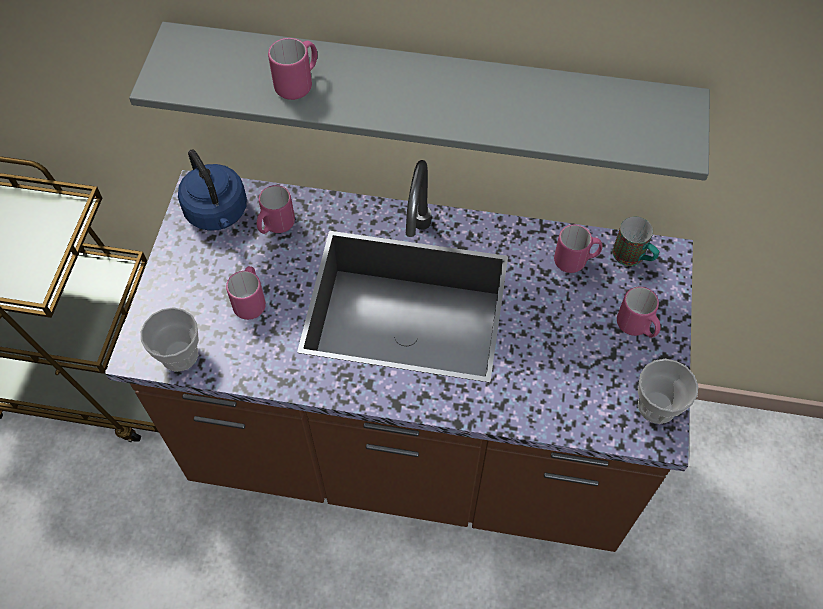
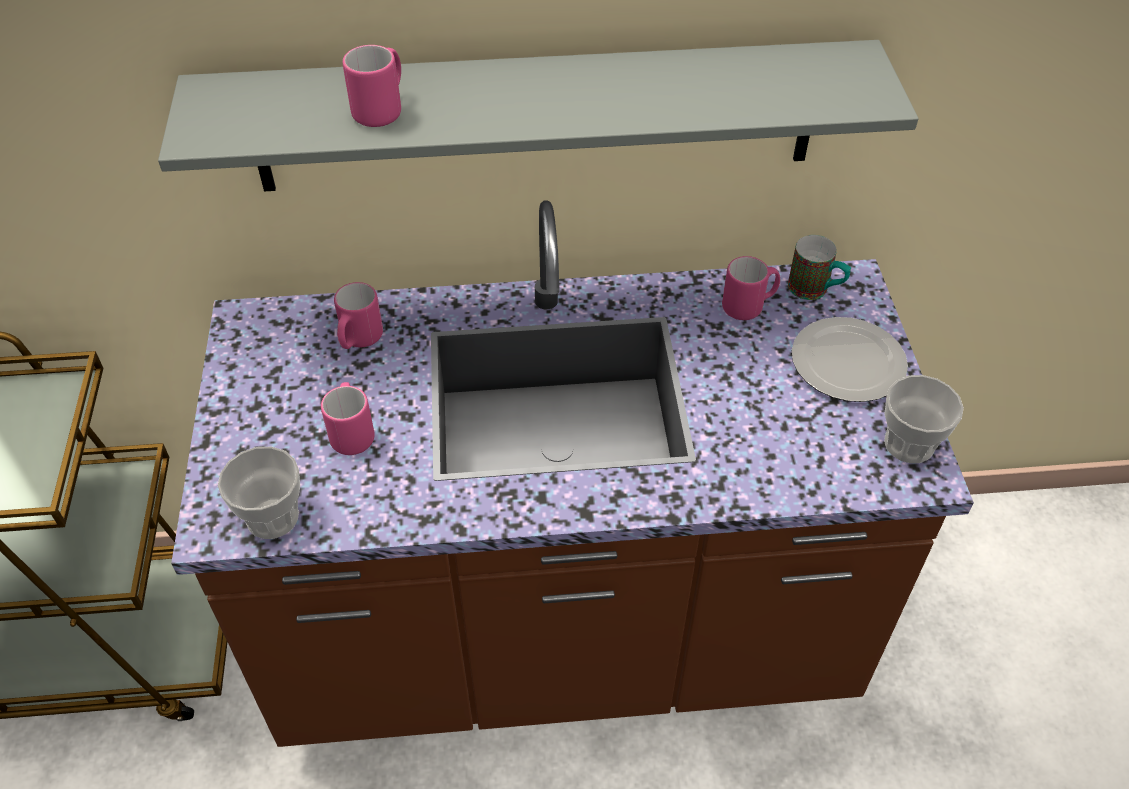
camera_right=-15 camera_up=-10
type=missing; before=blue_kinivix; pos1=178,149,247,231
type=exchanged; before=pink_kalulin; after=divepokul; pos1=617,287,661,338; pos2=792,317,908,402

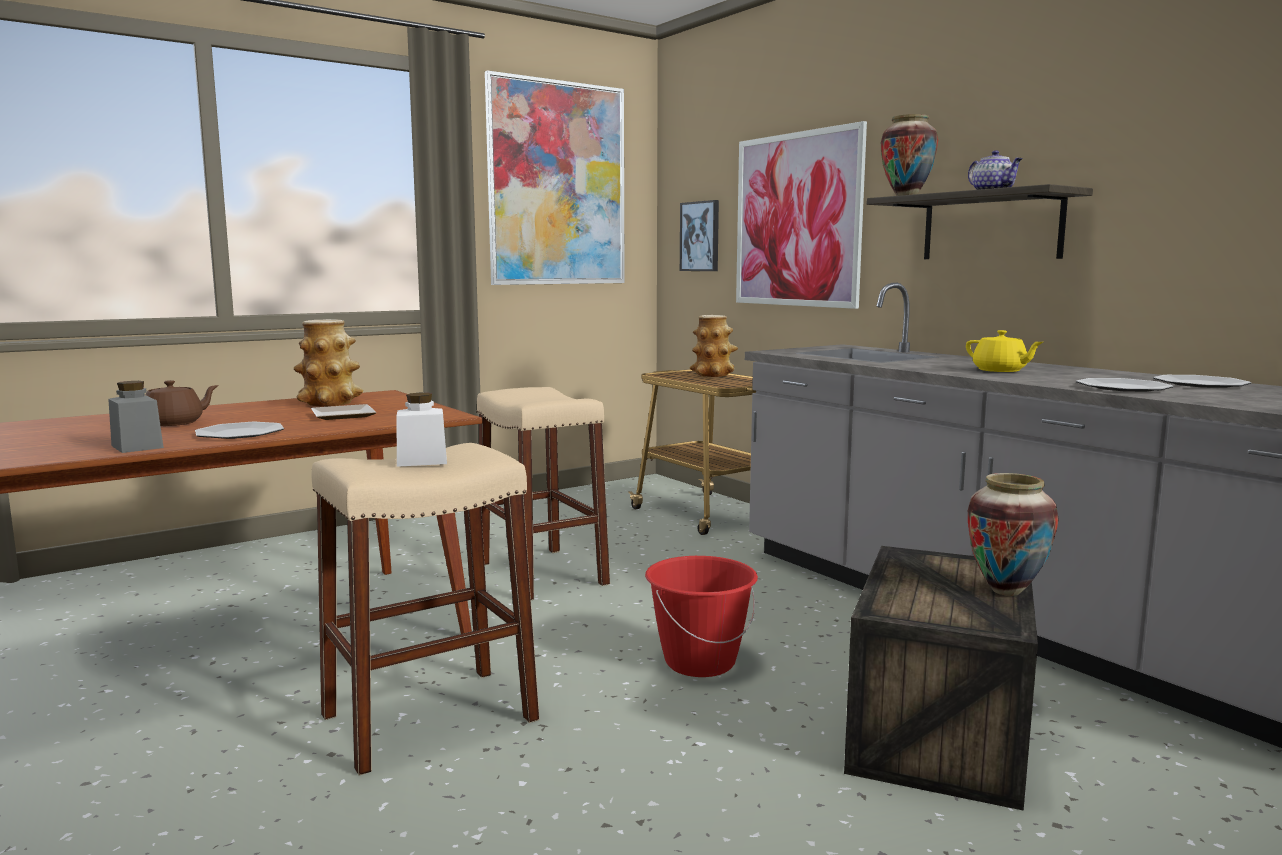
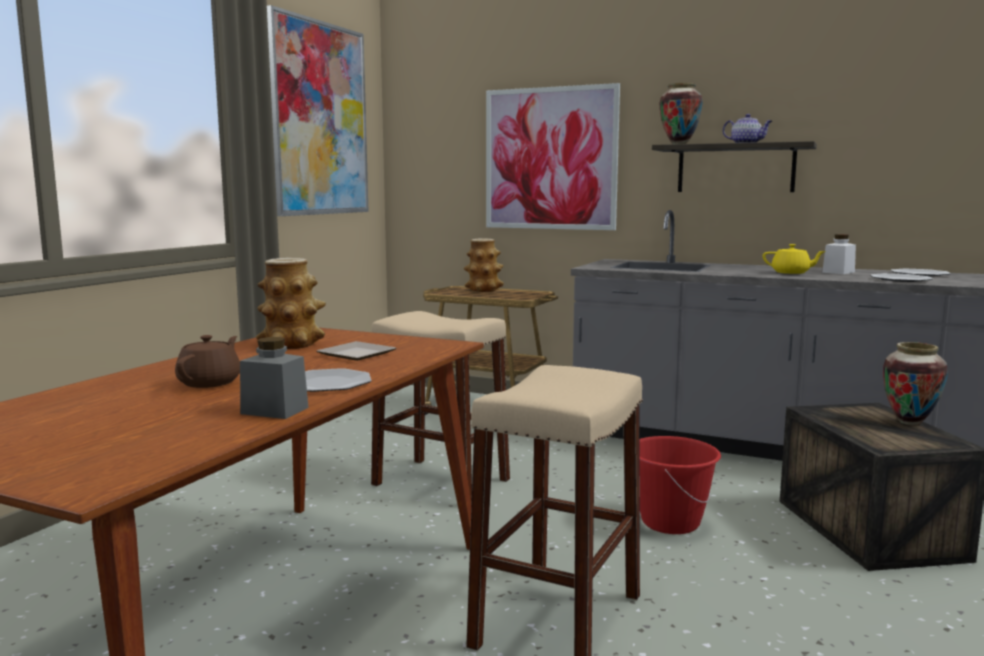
camera_right=-30 camera_up=0
type=missing; before=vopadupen; pos1=680,200,719,271
type=relocated; before=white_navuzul; pos1=396,393,447,467; pos2=822,234,856,274

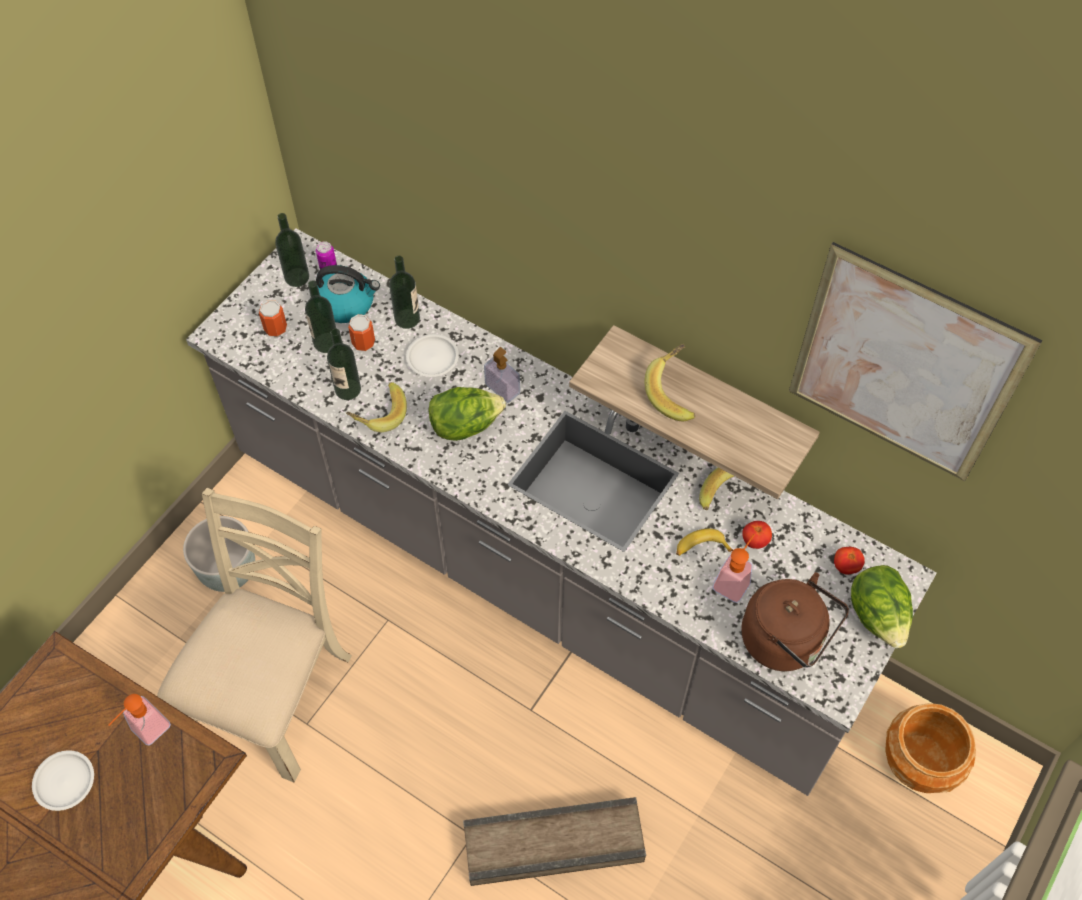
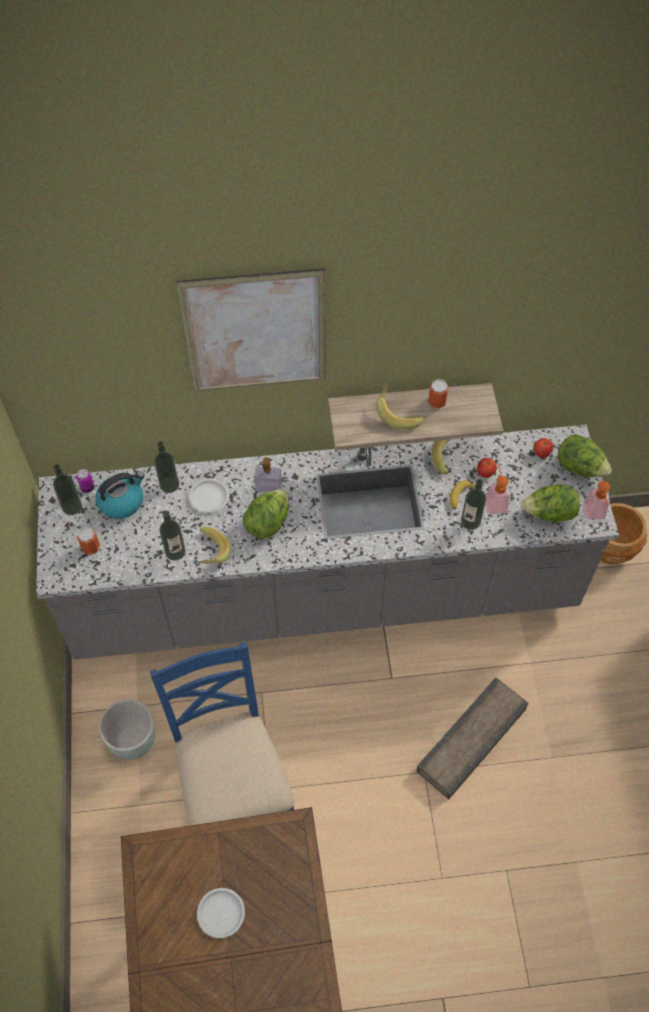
camera_right=-40 camera_up=0
type=relocated; before=vopadupen; pos1=789,242,1042,481; pos2=176,268,326,392
type=relocated; before=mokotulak; pos1=305,280,337,353; pos2=461,479,486,530
type=relocated; before=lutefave; pos1=348,314,375,351; pos2=428,379,449,409
type=colour; before=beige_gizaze; after=blue_gizaze; pos1=157,488,352,782; pos2=150,642,294,826
type=exchanged; before=brown_kinivix; after=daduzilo; pos1=741,572,849,671; pos2=521,484,580,522
type=relocated; before=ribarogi; pos1=109,694,171,746; pos2=583,481,610,519

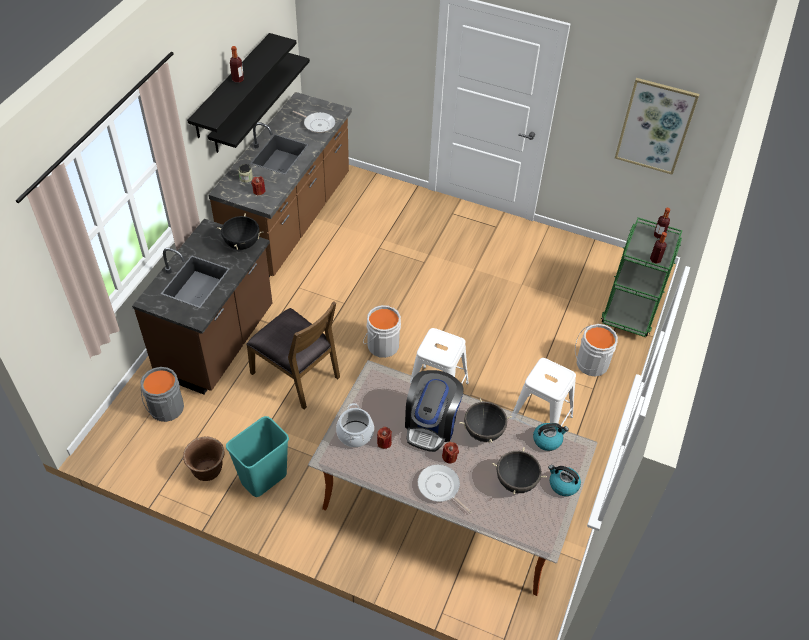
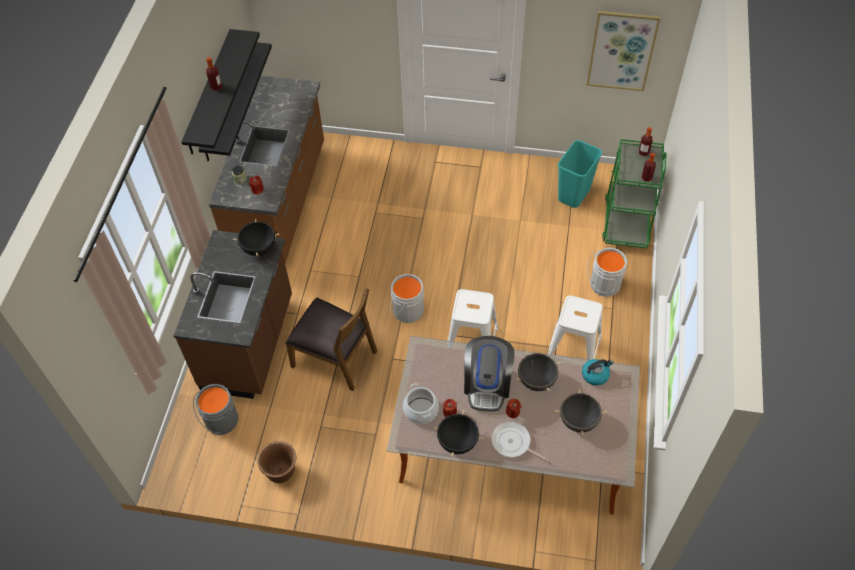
camera_right=-10 camera_up=5
type=missing; before=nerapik; pos1=293,111,335,133
type=relocated; before=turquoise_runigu; pos1=226,416,289,497; pos2=558,140,602,208
type=missing; before=kinivix; pos1=548,465,581,496
type=appeared; after=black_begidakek; pos2=433,410,483,456

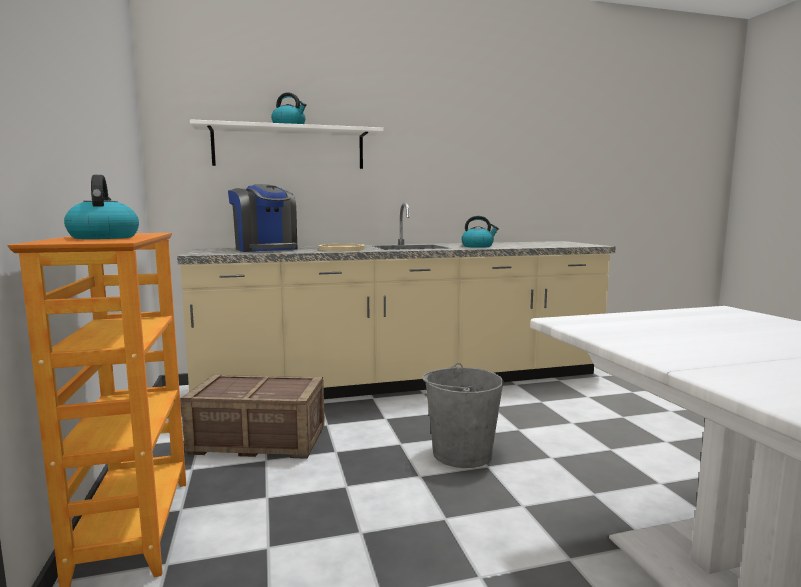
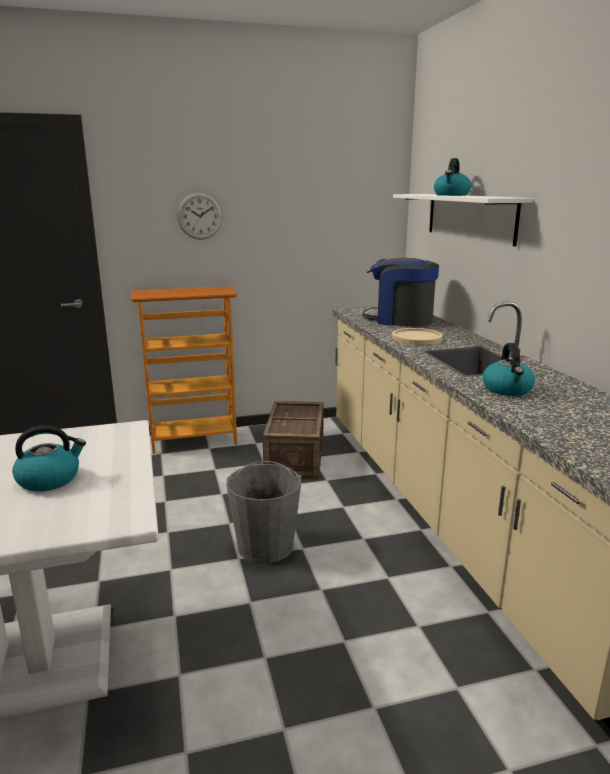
camera_right=90 camera_up=10
type=relocated; before=kinivix; pos1=64,175,139,239; pos2=12,425,86,491
type=spun; before=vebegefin; pos1=228,184,297,252; pos2=362,258,439,327; turn=60
type=appeared; after=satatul; pos2=177,192,223,240

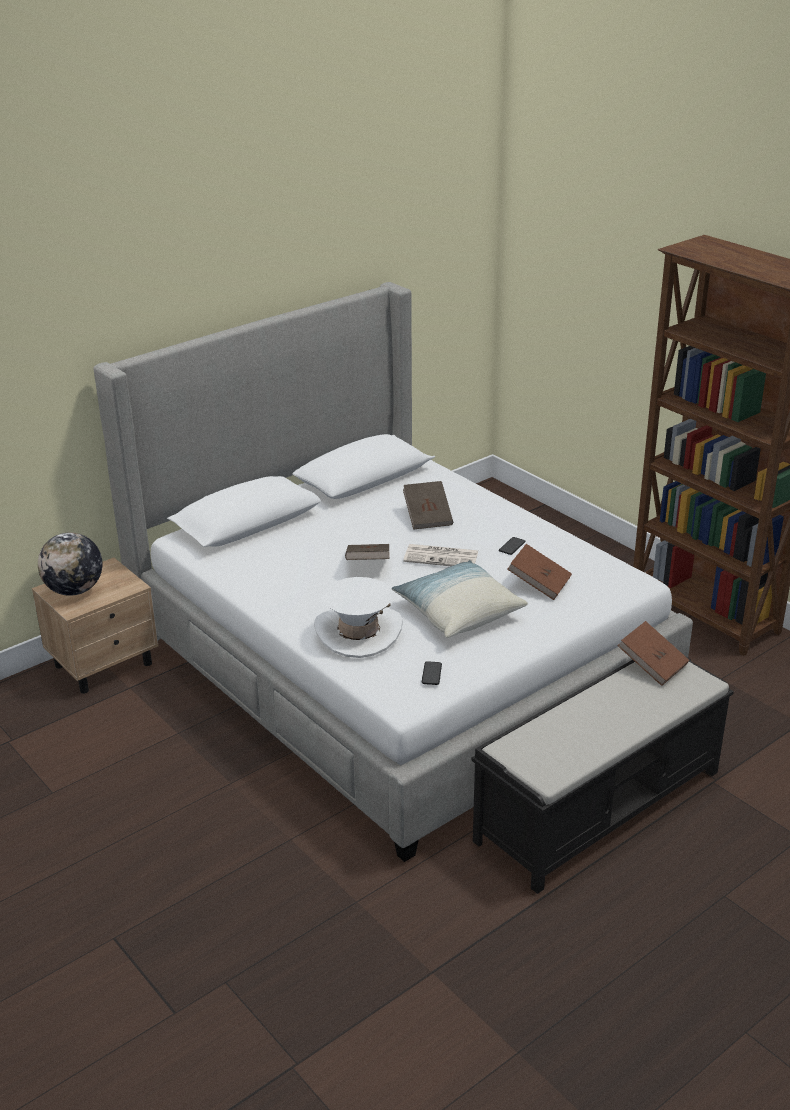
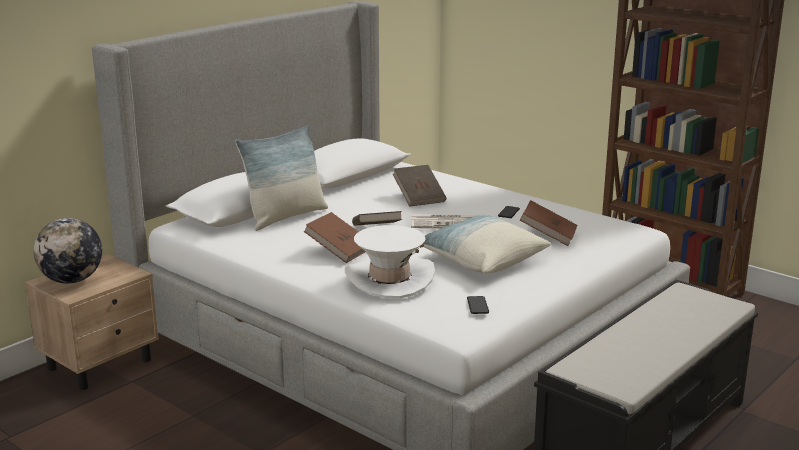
camera_right=-10 camera_up=-10
type=relocated; before=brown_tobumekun; pos1=618,621,689,686; pos2=303,212,365,263
type=appeared; after=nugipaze; pos2=235,125,328,231

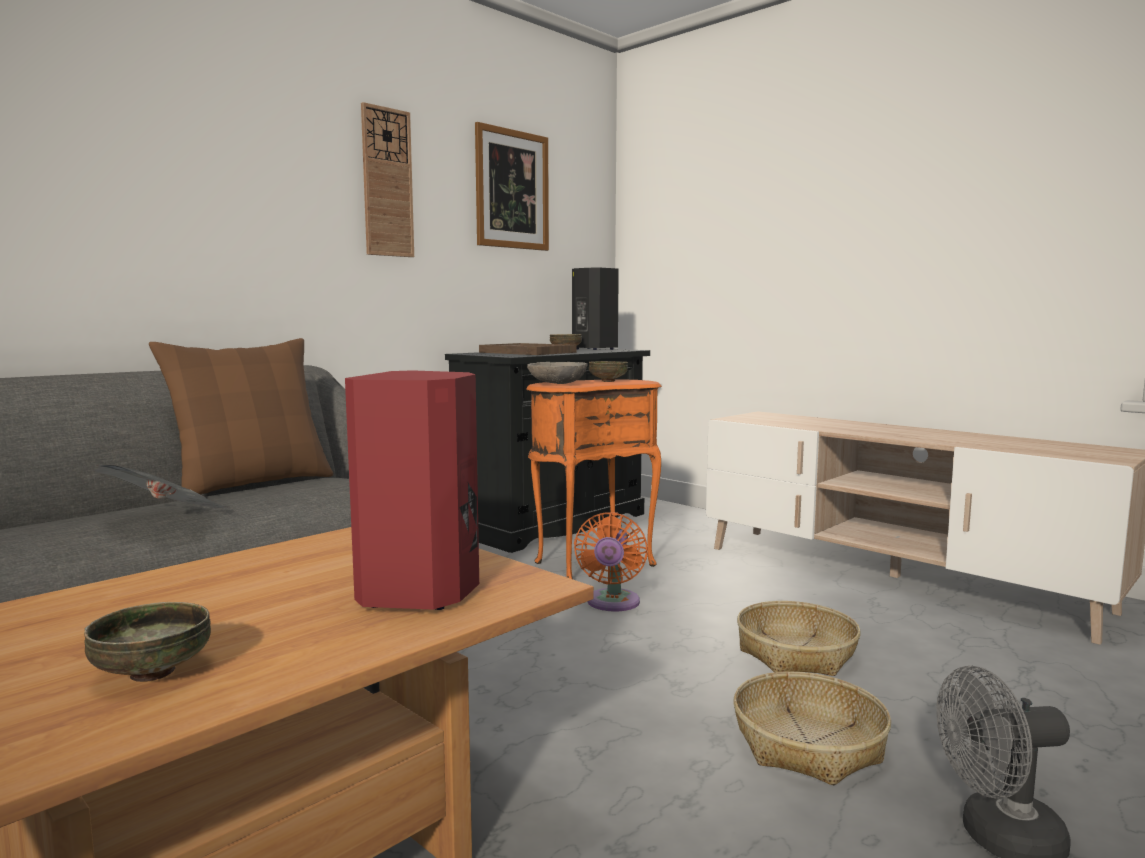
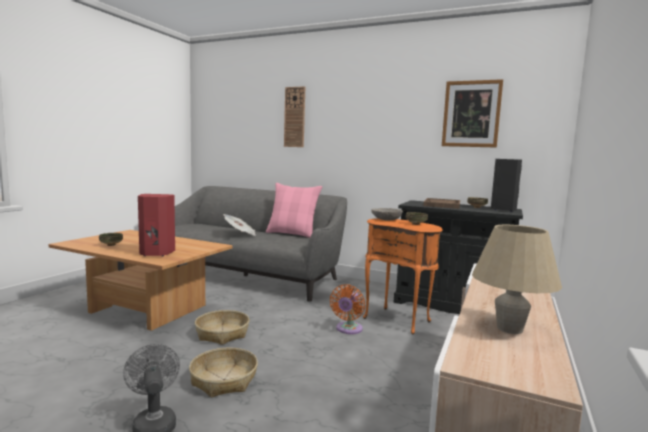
camera_right=70 camera_up=0
type=relocated; before=satatul; pos1=361,102,414,257; pos2=284,86,305,147
type=colour; before=brown_nugipaze; after=pink_nugipaze; pos1=149,338,334,494; pos2=266,183,323,238
type=spun; before=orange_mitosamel; pos1=574,512,648,611; pos2=330,284,365,334; turn=-60
type=relocated; before=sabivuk; pos1=737,601,861,676; pos2=195,310,250,345
type=appeared; after=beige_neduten; pos2=472,225,562,334

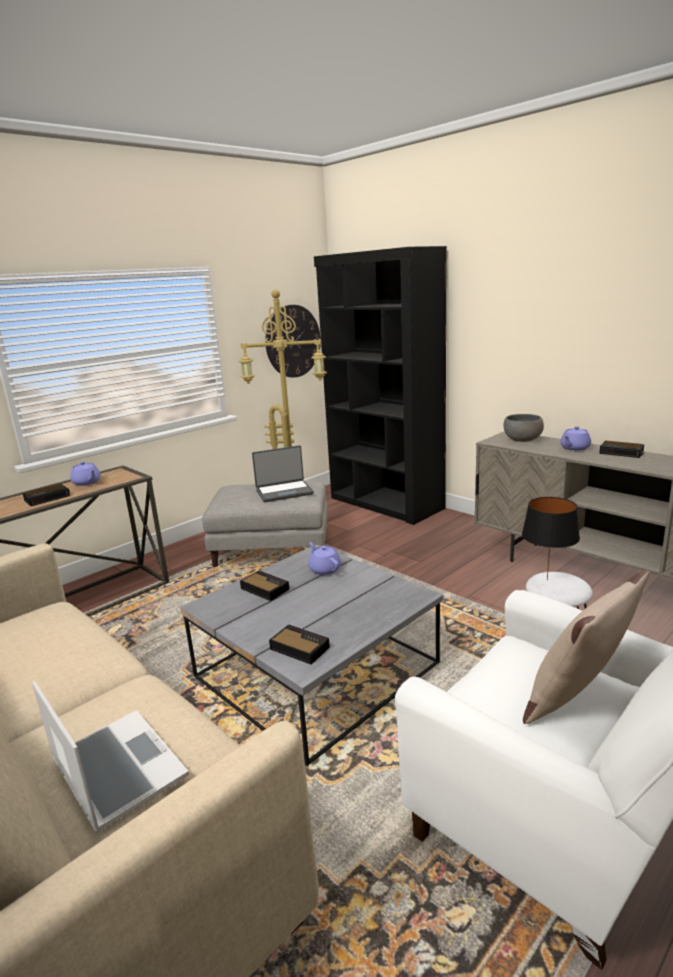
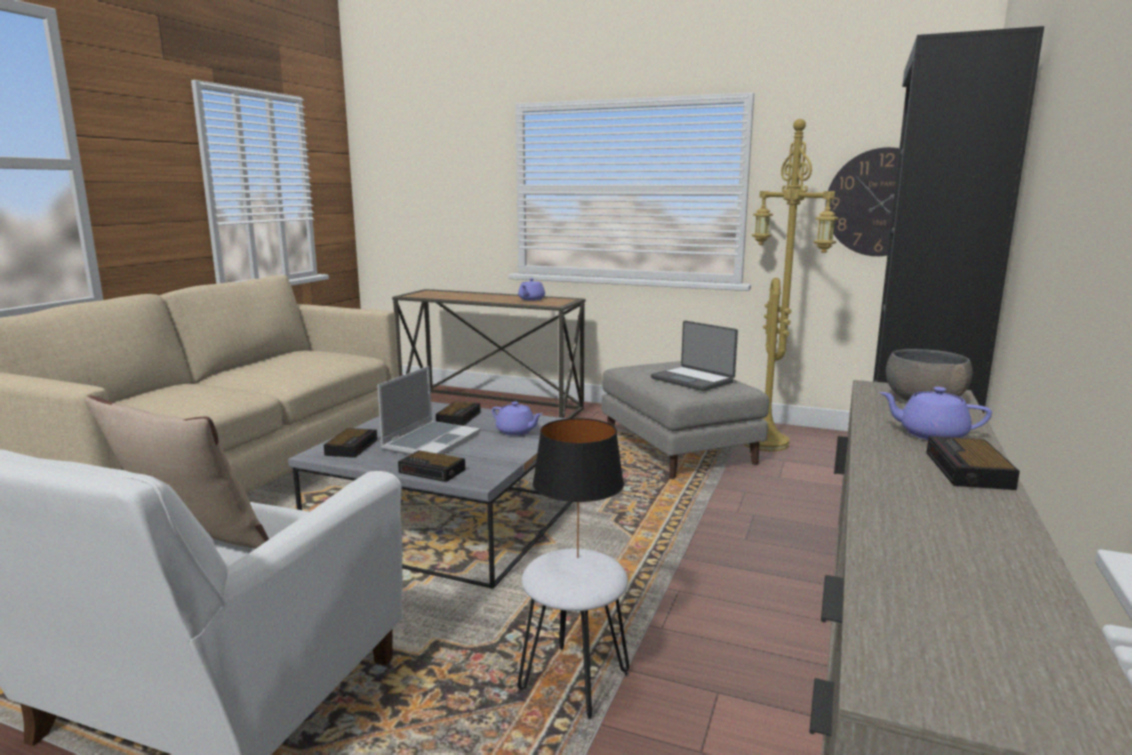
camera_right=65 camera_up=-5
type=relocated; before=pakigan; pos1=23,484,70,506; pos2=398,450,465,482
type=spun; before=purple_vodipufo; pos1=308,542,341,575; pos2=492,402,542,436; turn=90
type=relocated; before=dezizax; pos1=32,681,189,833; pos2=377,366,480,455

